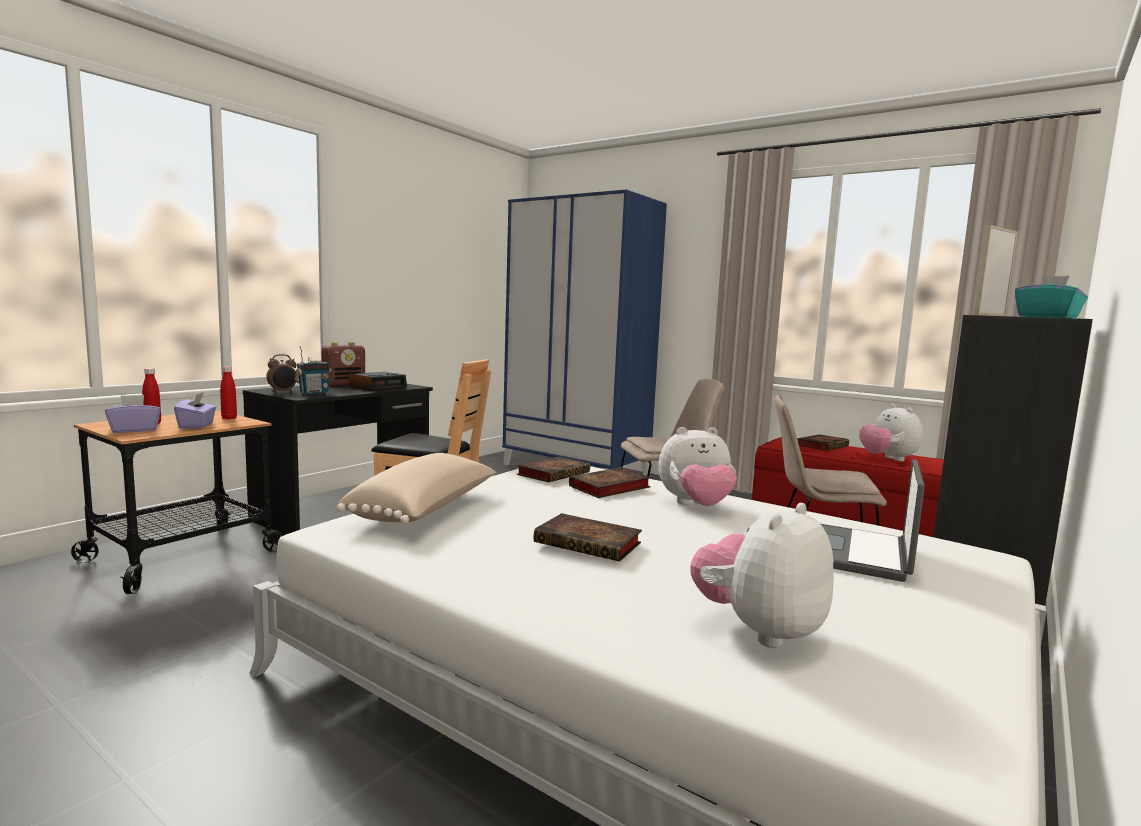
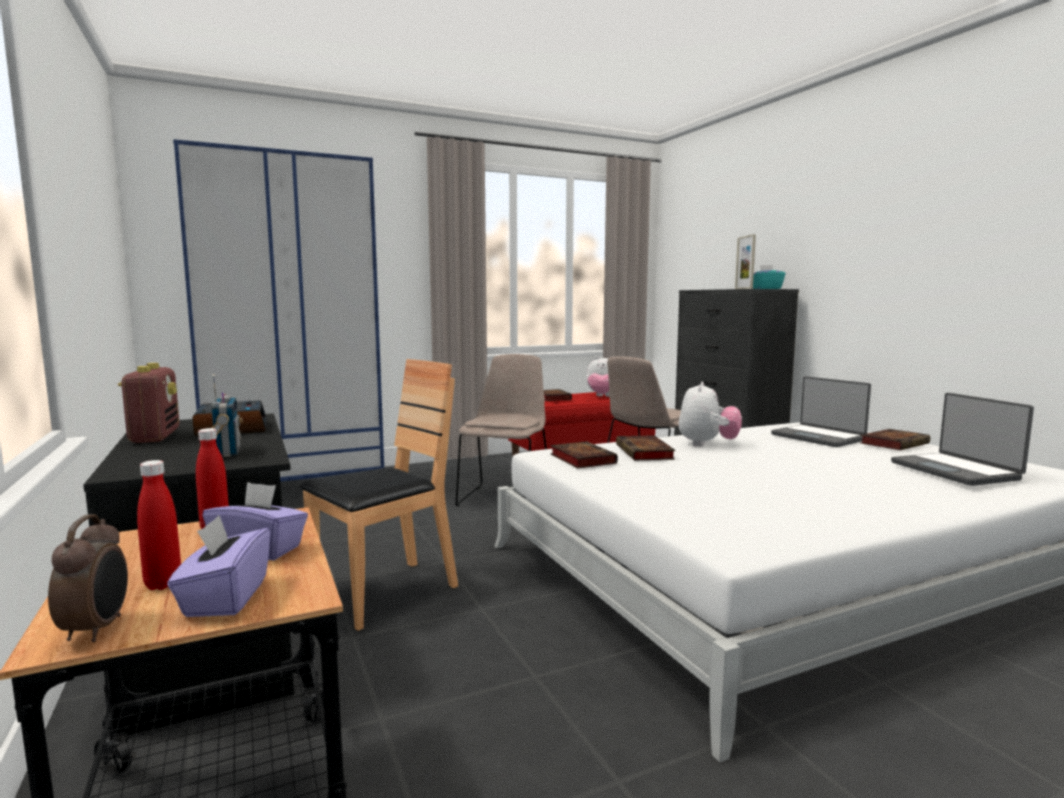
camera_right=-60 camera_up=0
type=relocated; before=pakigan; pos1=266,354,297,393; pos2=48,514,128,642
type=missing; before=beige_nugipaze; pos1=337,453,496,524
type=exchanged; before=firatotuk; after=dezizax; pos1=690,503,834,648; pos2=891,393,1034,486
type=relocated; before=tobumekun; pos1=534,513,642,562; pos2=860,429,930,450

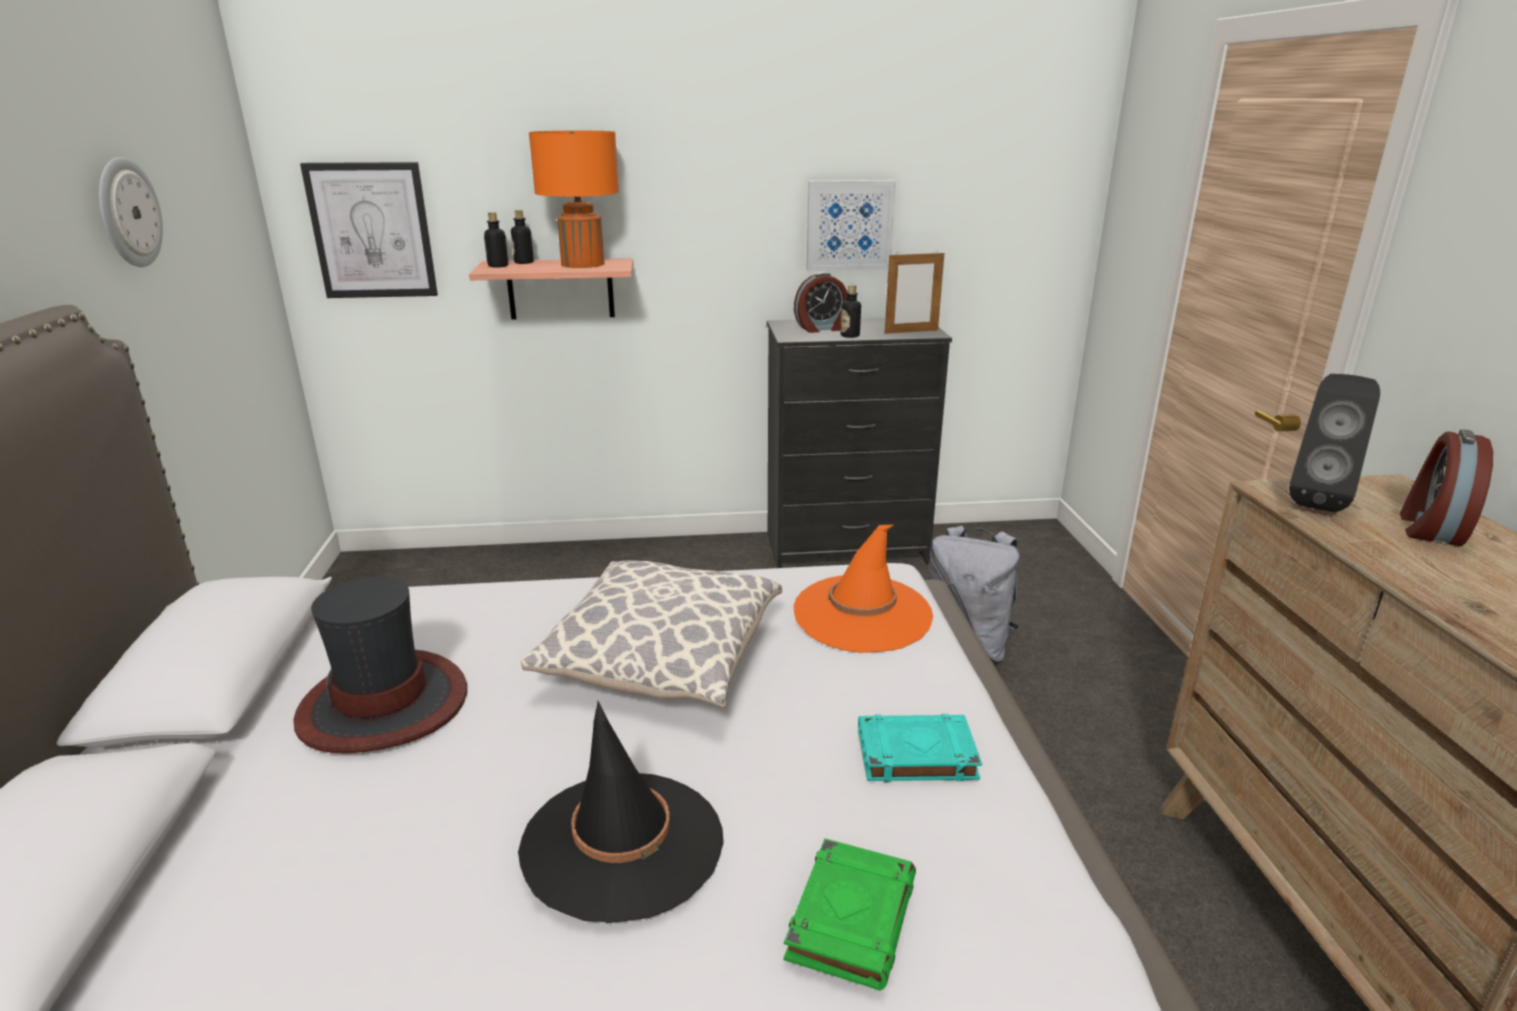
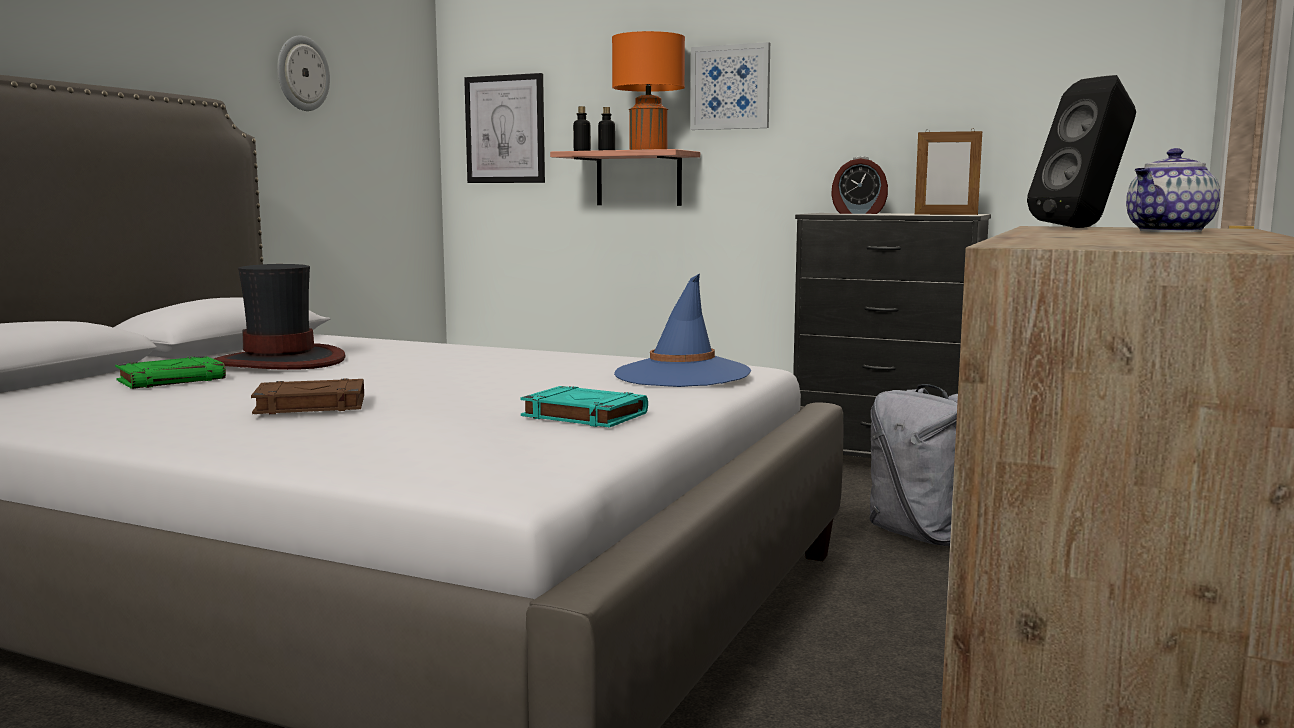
camera_right=30 camera_up=-15
type=relocated; before=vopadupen; pos1=806,180,896,271; pos2=690,42,770,130
type=missing; before=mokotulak; pos1=841,285,861,338
type=exchanged; before=pakigan; after=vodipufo; pos1=1400,429,1493,546; pos2=1126,148,1220,232
type=colour; before=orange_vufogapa; after=blue_vufogapa; pos1=794,525,933,653; pos2=614,273,751,387
type=missing; before=nugipaze; pos1=521,560,782,707
type=exchanged; before=black_vufogapa; after=brown_tobumekun; pos1=518,701,724,923; pos2=251,378,364,414
type=relocated; before=green_tobumekun; pos1=784,838,916,990; pos2=115,356,226,389

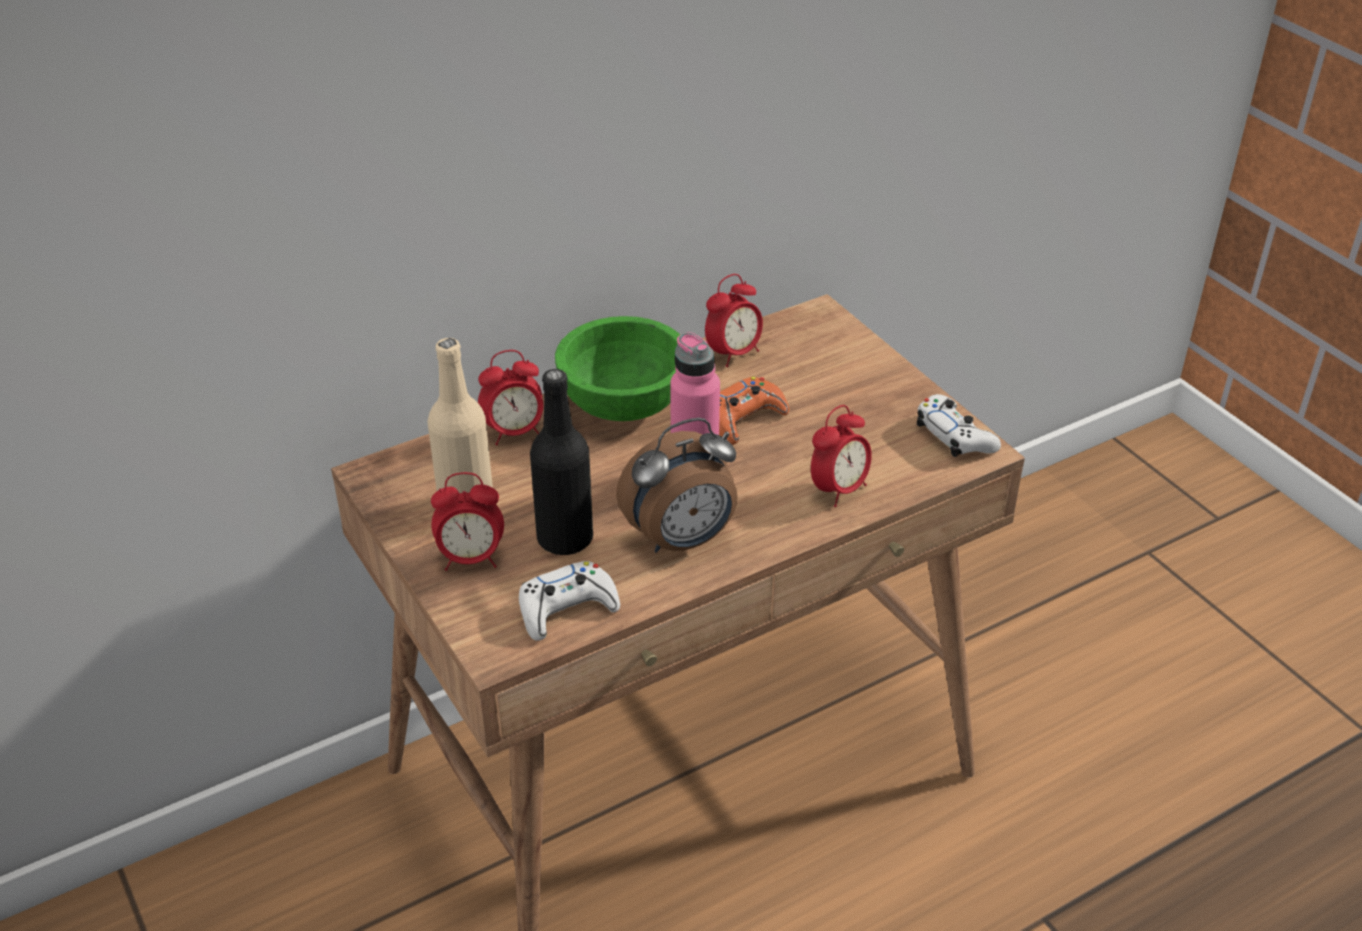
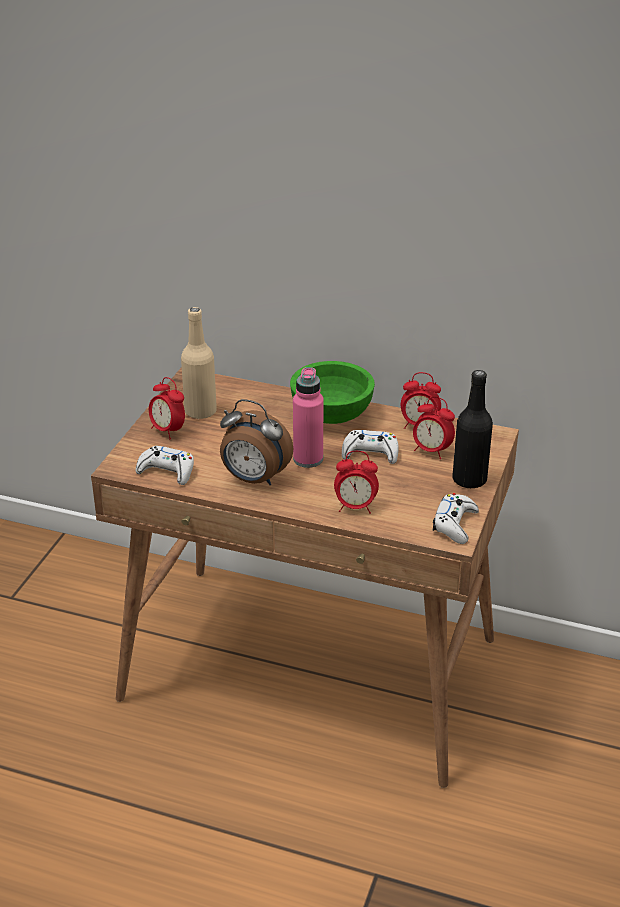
camera_right=50 camera_up=-5
type=relocated; before=pakigan; pos1=478,350,543,445; pos2=413,397,455,459
type=relocated; before=black_mokotulak; pos1=530,369,593,555; pos2=453,370,493,488
type=colour; before=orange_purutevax; after=white_purutevax; pos1=719,376,789,445; pos2=342,430,399,464

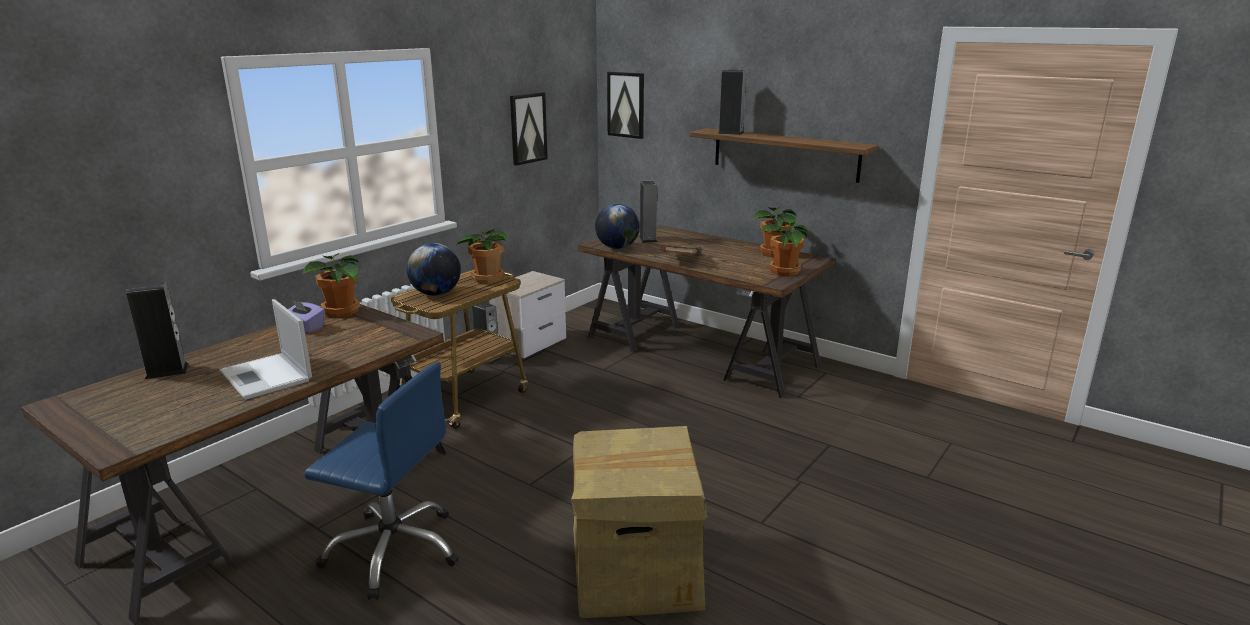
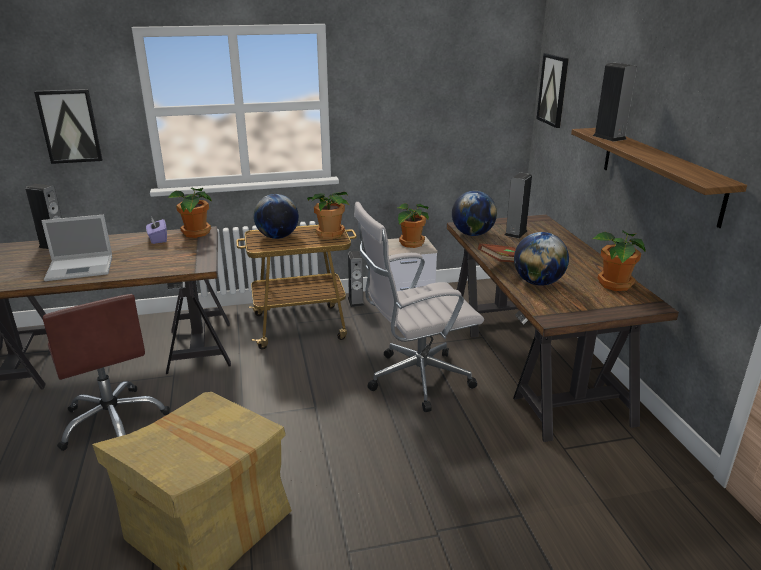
camera_right=40 camera_up=5
type=relocated; before=vopadupen; pos1=510,92,548,166; pos2=34,89,103,164
type=relocated; before=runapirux; pos1=760,222,808,276; pos2=397,203,429,248
type=spun; before=dezizax; pos1=220,299,312,400; pos2=41,215,112,281; turn=-105
type=colour; before=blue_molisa; after=brown_molisa; pos1=304,362,459,600; pos2=43,294,170,451
type=appeared; after=white_molisa; pos2=354,202,484,412
type=appeared; after=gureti; pos2=514,232,569,286

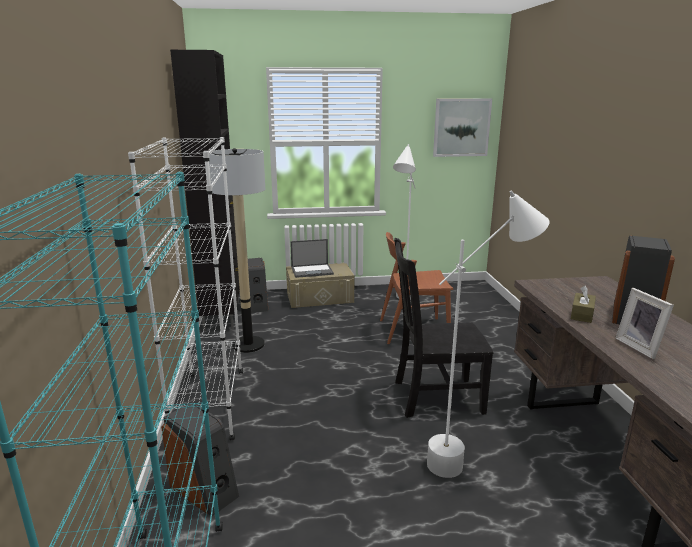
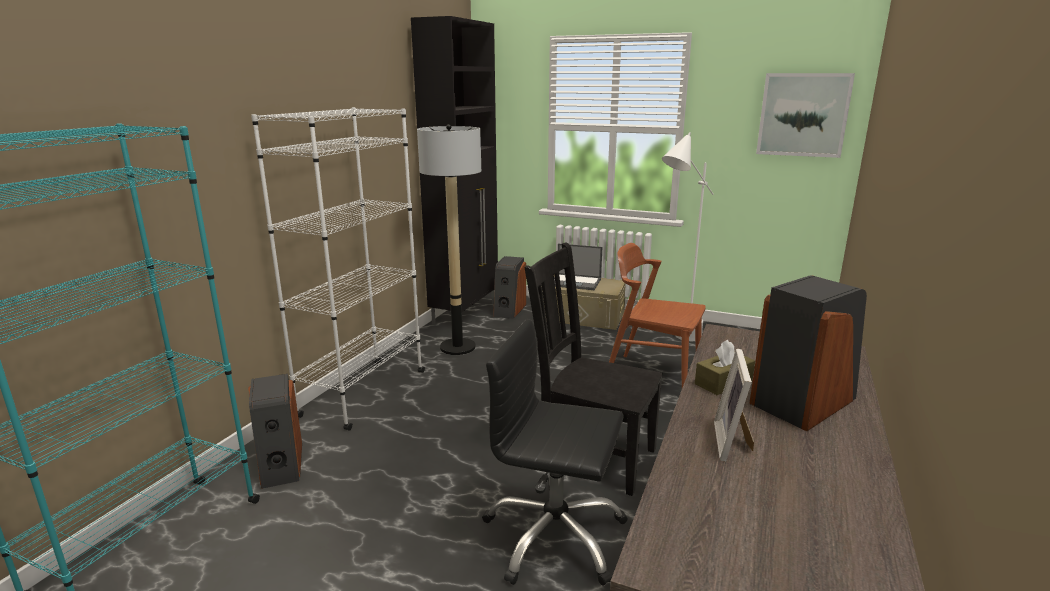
camera_right=30 camera_up=0
type=exchanged; before=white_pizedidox; after=black_molisa; pos1=427,190,549,478; pos2=482,319,628,586

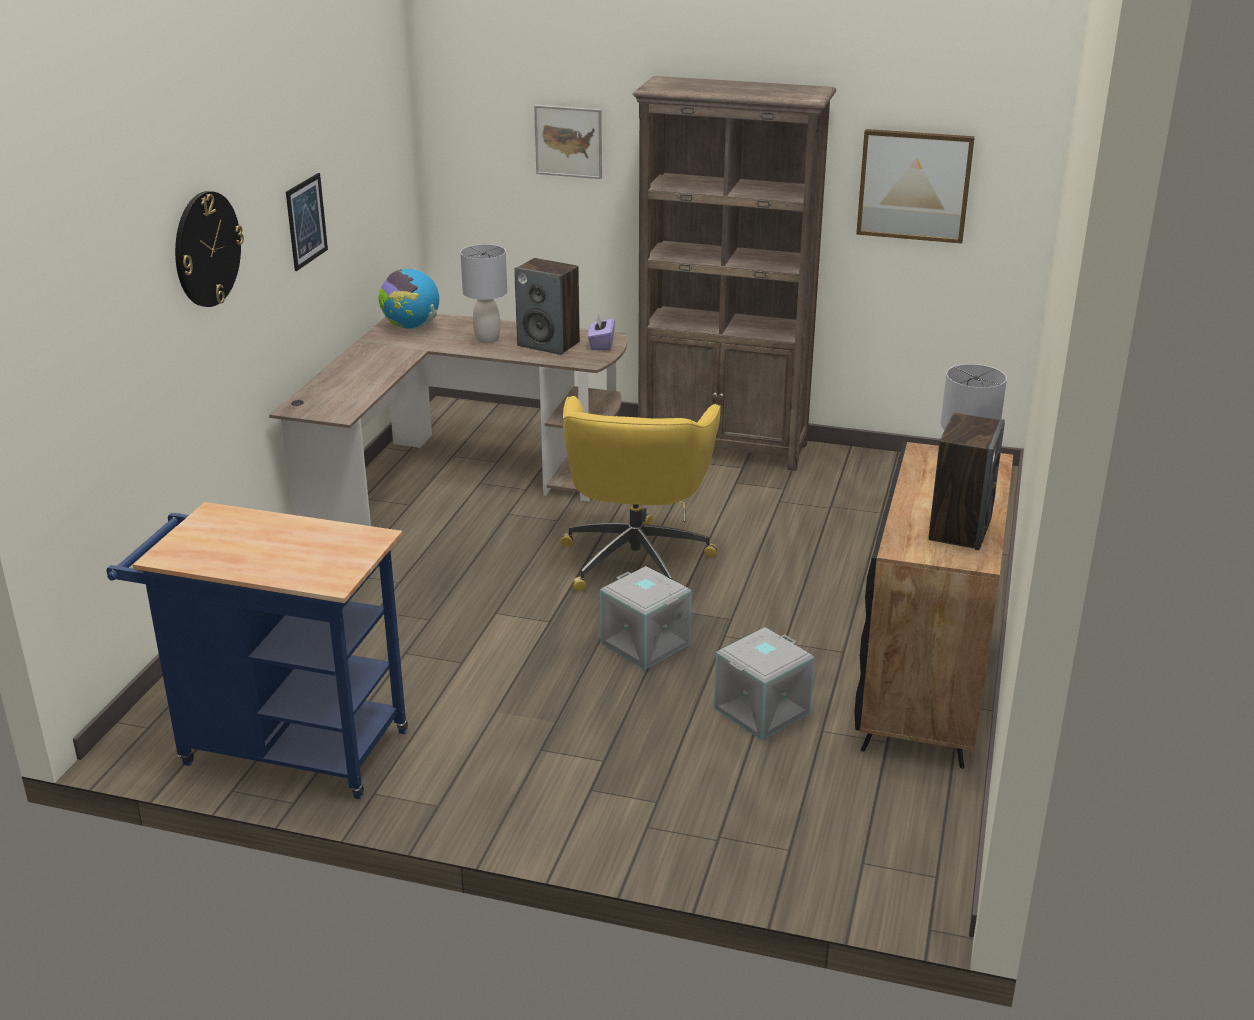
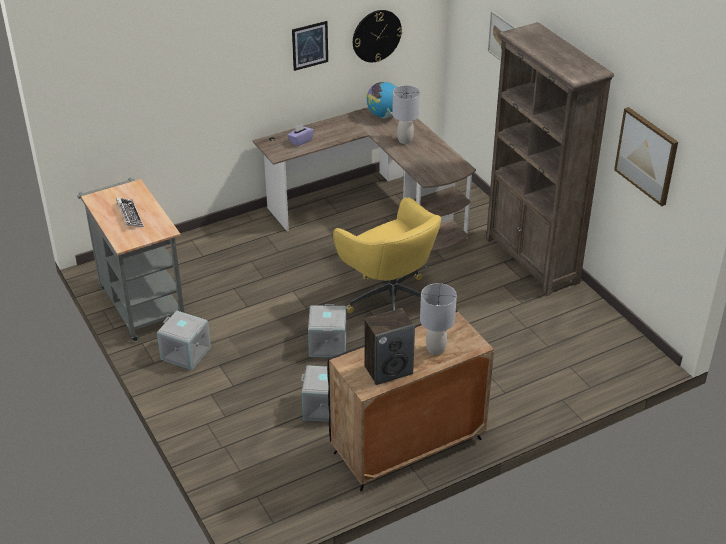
camera_right=45 camera_up=10
type=relocated; before=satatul; pos1=175,191,244,307; pos2=353,10,402,62
type=missing; before=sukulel; pos1=514,258,580,355
type=relocated; before=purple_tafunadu; pos1=588,313,615,350; pos2=287,123,314,146
type=spun; before=yellow_molisa; pos1=560,396,721,592; pos2=333,198,442,313; turn=-90
type=colour; before=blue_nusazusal; after=grey_nusazusal; pos1=107,502,408,799; pos2=77,178,184,342
type=appeared; after=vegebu; pos2=116,198,144,227
type=appeared; after=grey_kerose; pos2=157,310,211,370

